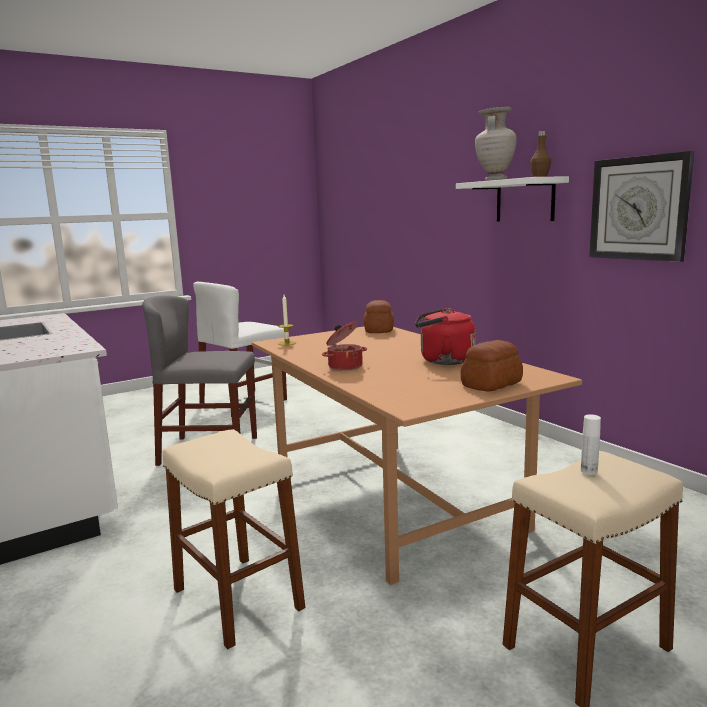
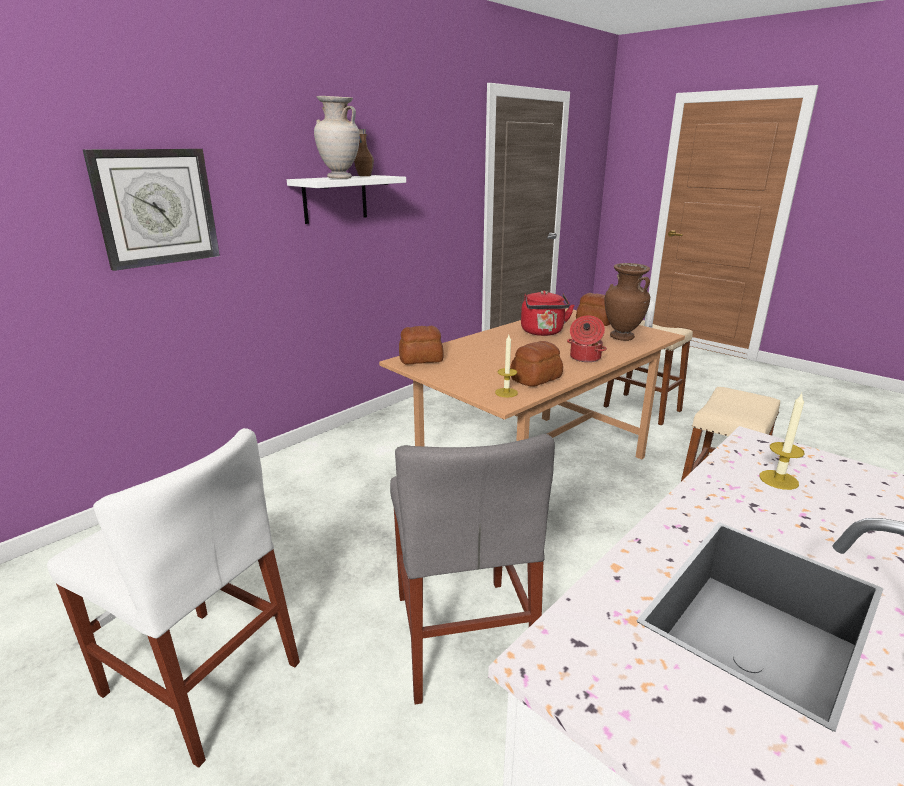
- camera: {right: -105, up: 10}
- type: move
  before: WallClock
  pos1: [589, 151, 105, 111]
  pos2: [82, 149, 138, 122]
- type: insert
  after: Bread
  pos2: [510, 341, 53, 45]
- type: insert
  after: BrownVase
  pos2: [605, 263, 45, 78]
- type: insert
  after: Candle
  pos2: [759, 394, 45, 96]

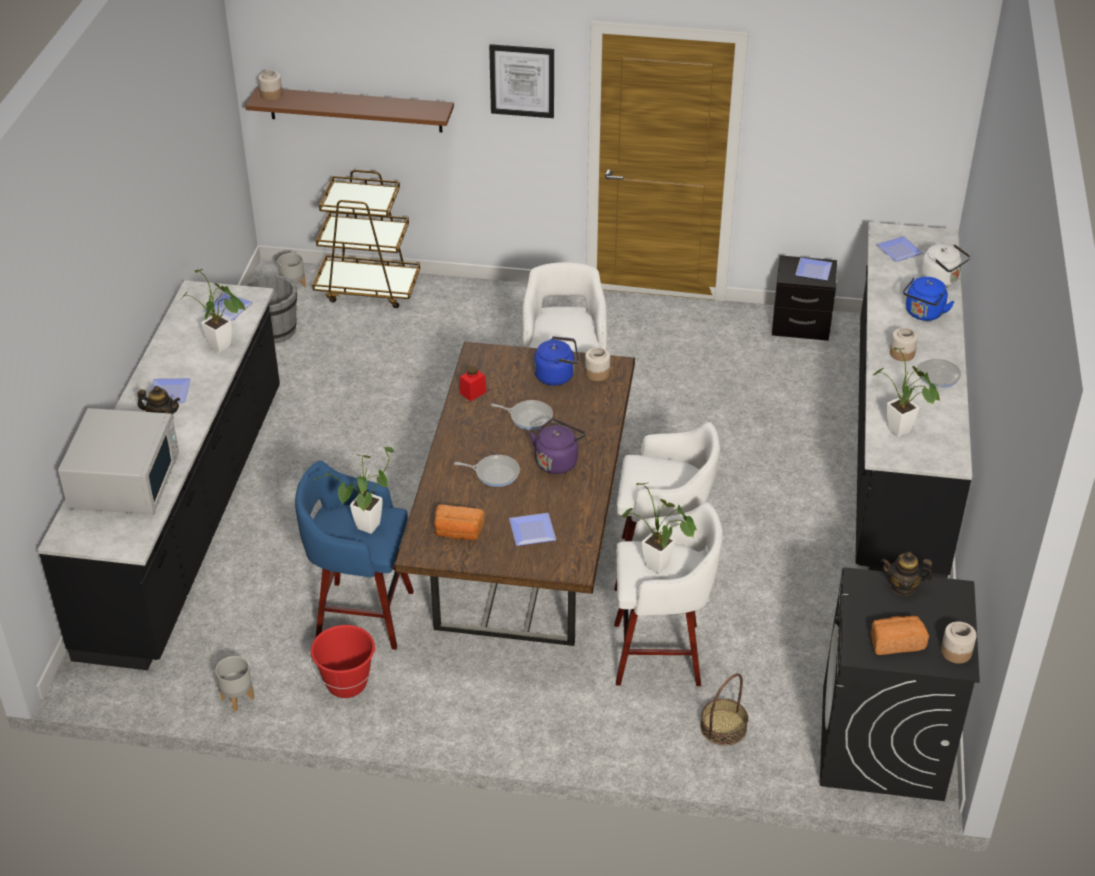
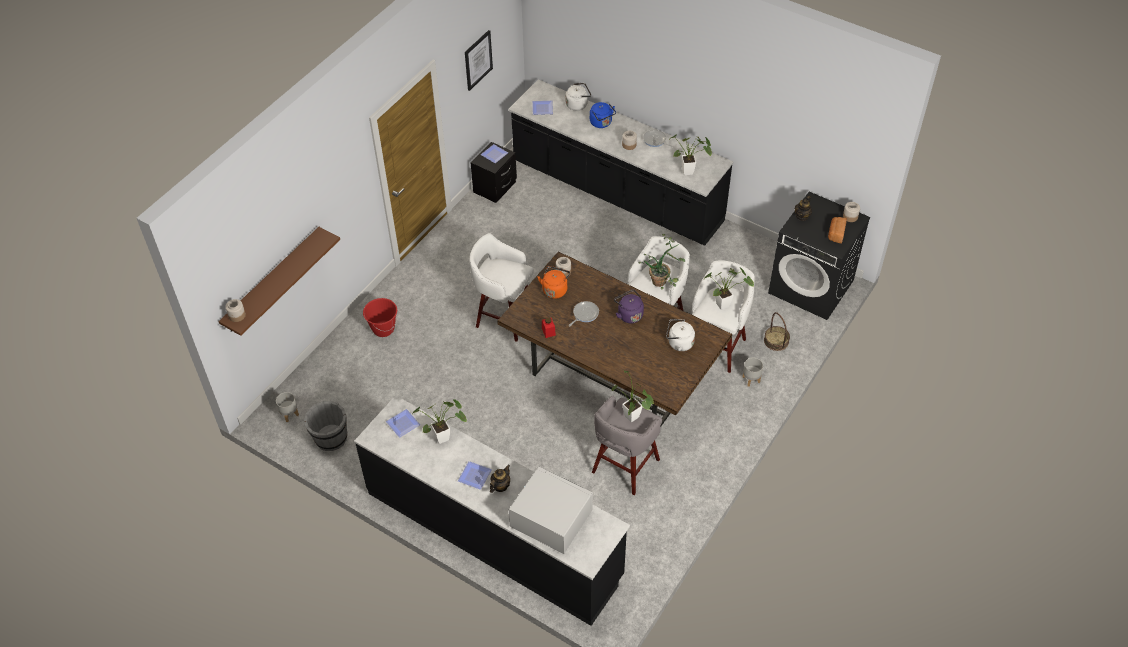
- camera: {right: -65, up: 10}
- type: move
  before: GreyPlanter
  pos1: [215, 656, 39, 55]
  pos2: [742, 358, 21, 29]
- type: recolor
  before: BlueStool
  after: GreyStool
  pos1: [295, 461, 119, 189]
  pos2: [592, 396, 70, 99]
- type: move
  before: RedBucket
  pos1: [309, 625, 68, 73]
  pos2: [363, 298, 34, 39]
- type: delete
  before: BrownCart
  pos1: [312, 170, 108, 138]
- type: delete
  before: Bread
  pos1: [434, 505, 51, 35]
- type: delete
  before: FryingPan
  pos1: [454, 455, 66, 32]
- type: move
  before: Picture
  pos1: [489, 44, 65, 74]
  pos2: [465, 30, 28, 61]
- type: replace
  before: Plate
  after: WhiteKettle
  pos1: [509, 513, 47, 33]
  pos2: [666, 319, 29, 32]
- type: recolor
  before: BlueKettle
  after: OrangeKettle
  pos1: [534, 336, 44, 50]
  pos2: [538, 266, 32, 33]
- type: insert
  after: PottedPlant
  pos2: [639, 234, 46, 56]

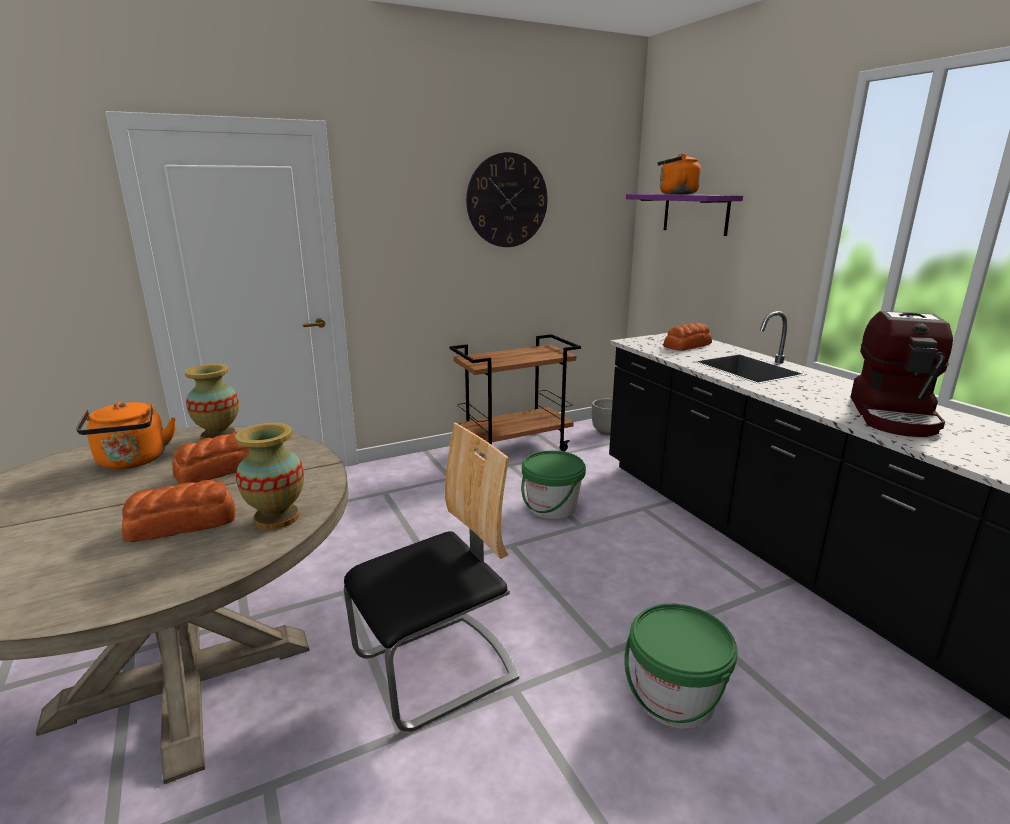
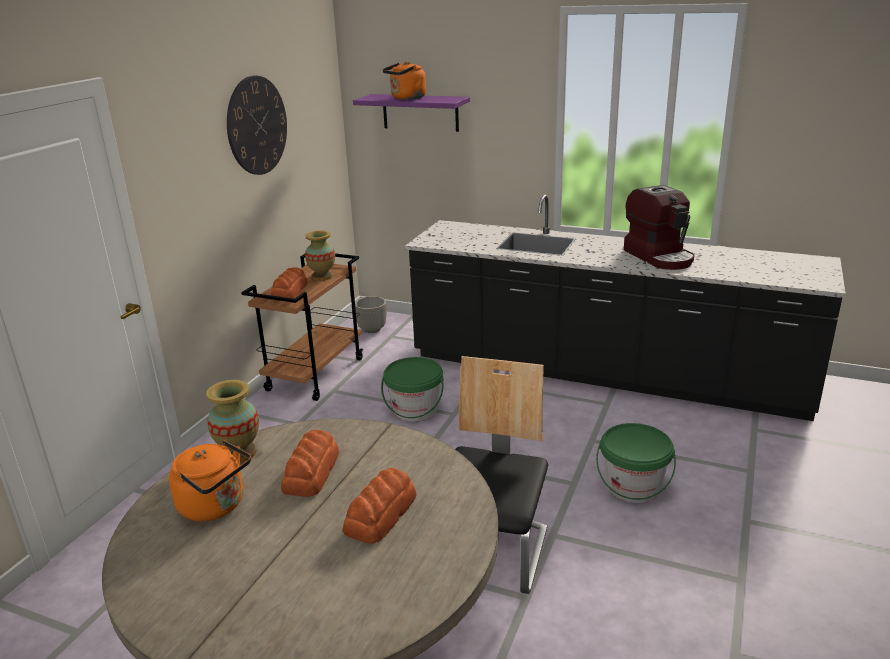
- camera: {right: -40, up: 5}
- type: move
  before: Vase
  pos1: [235, 423, 69, 107]
  pos2: [305, 231, 30, 50]
- type: move
  before: Bread
  pos1: [663, 323, 49, 28]
  pos2: [271, 267, 37, 32]

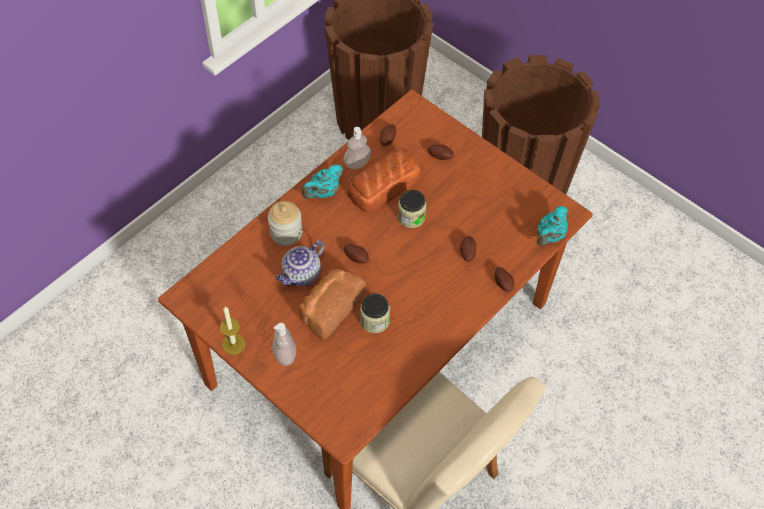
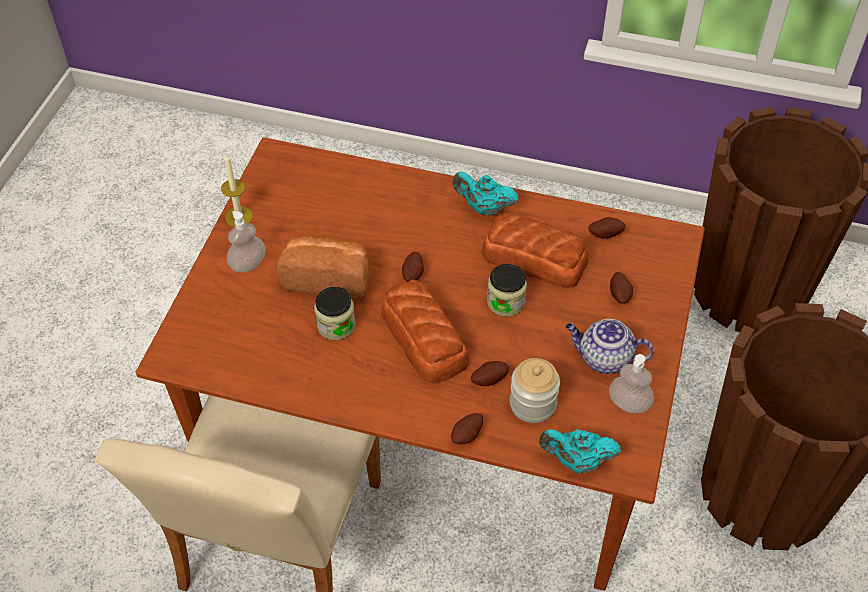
- camera: {right: 65, up: -5}
- type: move
  before: Jar
  pos1: [268, 201, 34, 45]
  pos2: [510, 358, 50, 65]
- type: move
  before: Teapot
  pos1: [276, 240, 49, 46]
  pos2: [565, 319, 89, 55]
- type: move
  before: SoapDispenser
  pos1: [343, 127, 28, 42]
  pos2: [609, 354, 45, 59]
- type: insert
  after: Bread
  pos2: [381, 279, 88, 104]

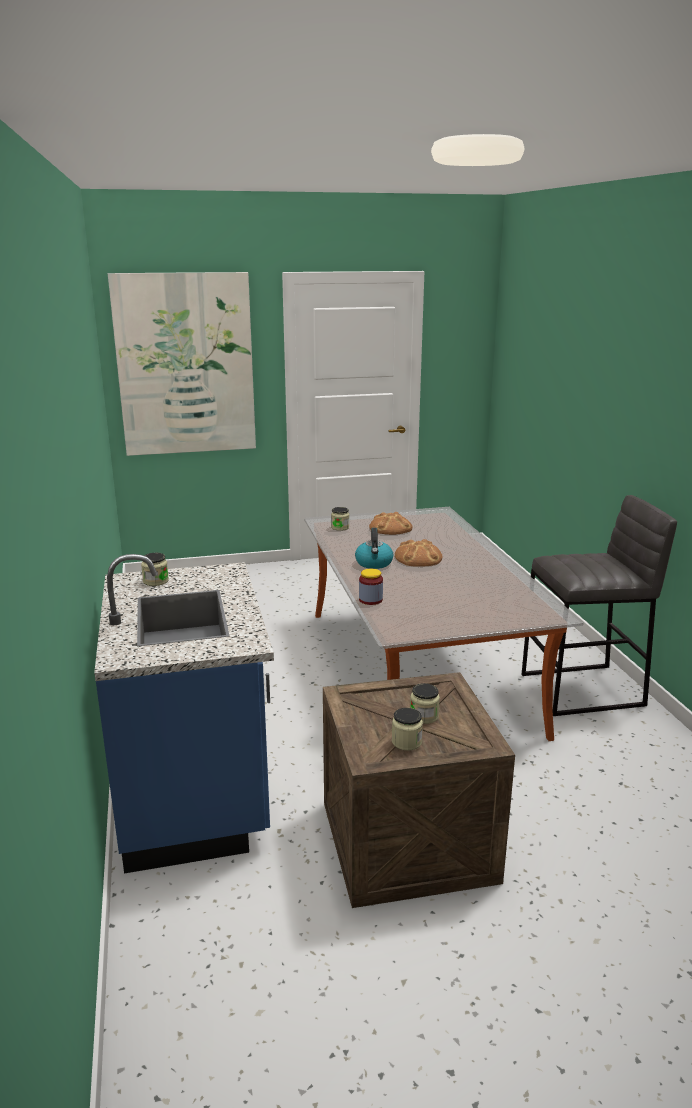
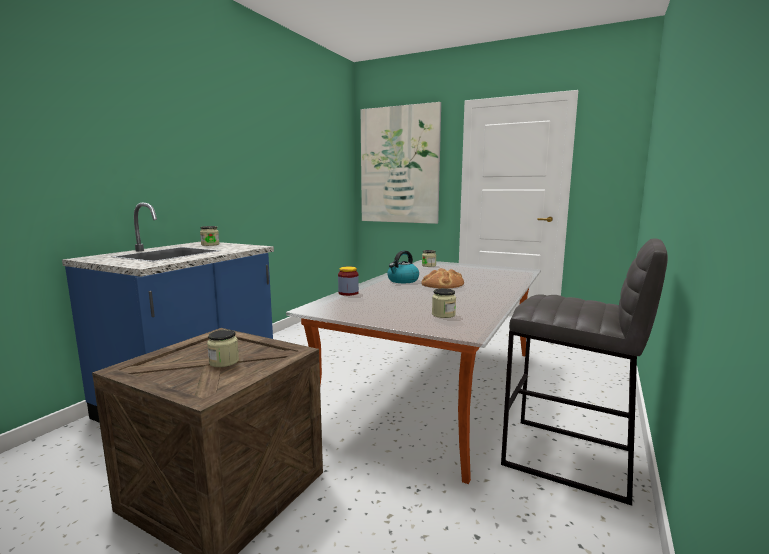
- camera: {right: 40, up: -10}
- type: delete
  before: Bread
  pos1: [369, 512, 44, 23]
- type: move
  before: Jar
  pos1: [392, 708, 31, 43]
  pos2: [432, 288, 24, 30]

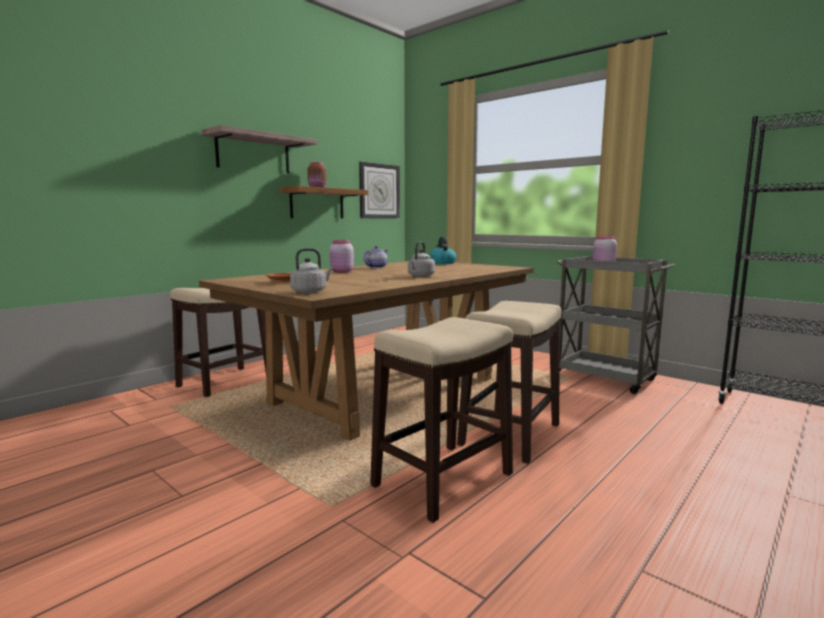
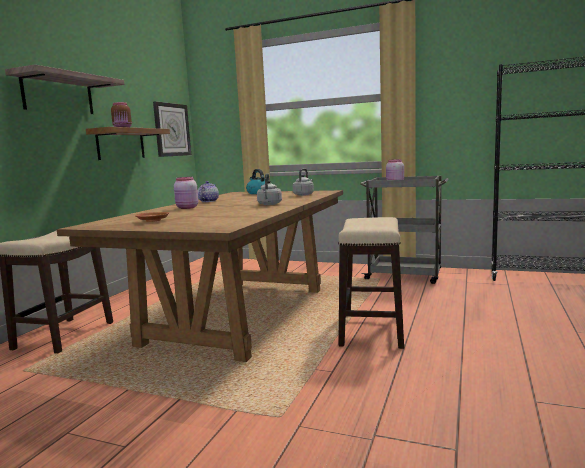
- camera: {right: -20, up: 0}
- type: move
  before: GreyKettle
  pos1: [290, 248, 44, 45]
  pos2: [292, 168, 22, 28]
- type: delete
  before: Stool
  pos1: [370, 317, 143, 206]

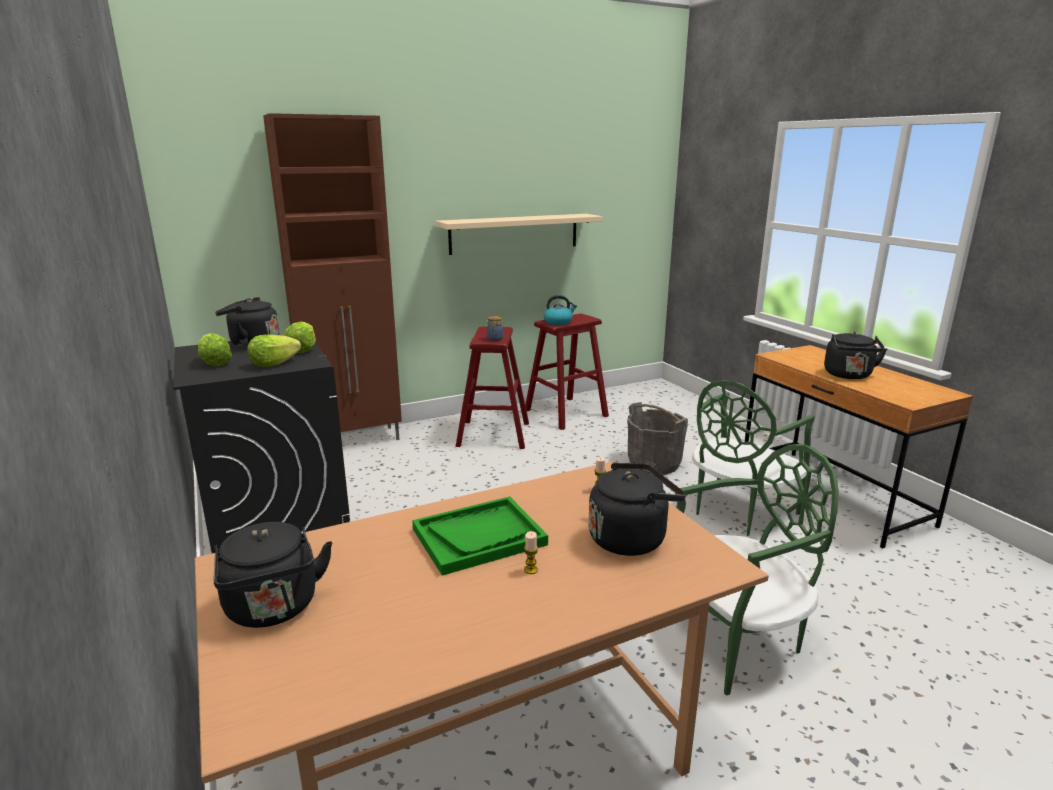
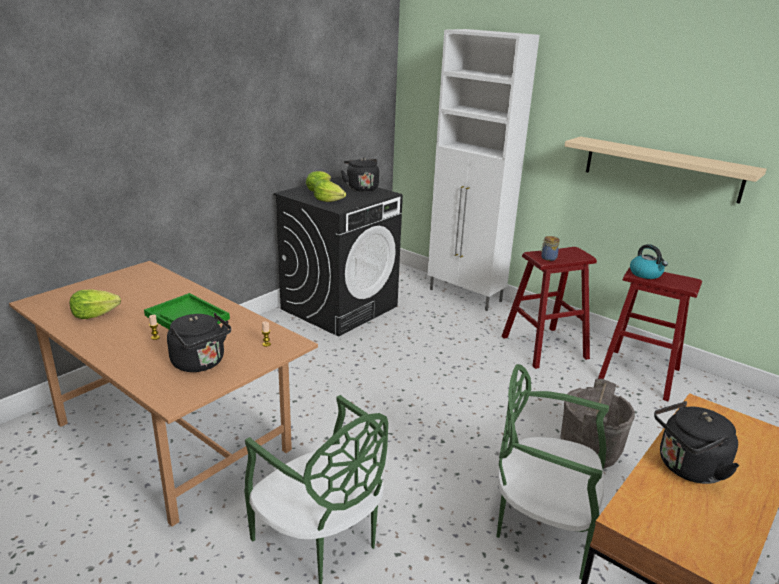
- camera: {right: 65, up: 5}
- type: delete
  before: BlackKettle
  pos1: [214, 522, 118, 106]
- type: recolor
  before: BrownCabinet
  after: WhiteCabinet
  pos1: [263, 113, 139, 327]
  pos2: [428, 29, 112, 282]
- type: move
  before: Lettuce
  pos1: [283, 322, 33, 31]
  pos2: [70, 289, 51, 30]

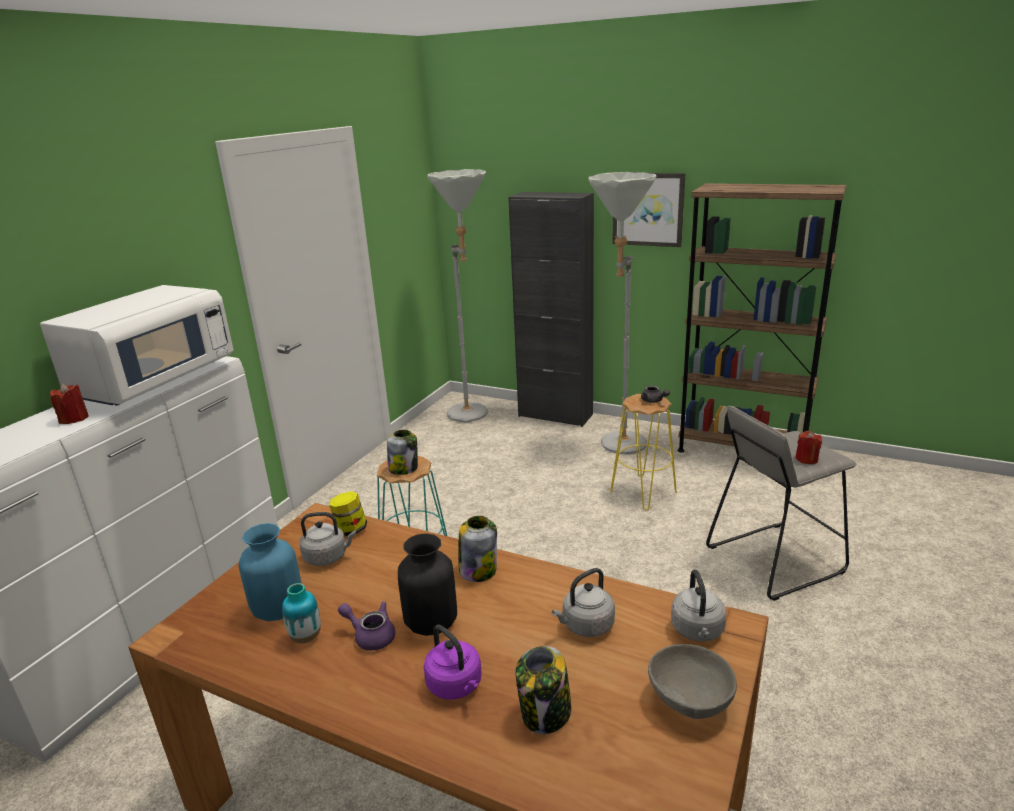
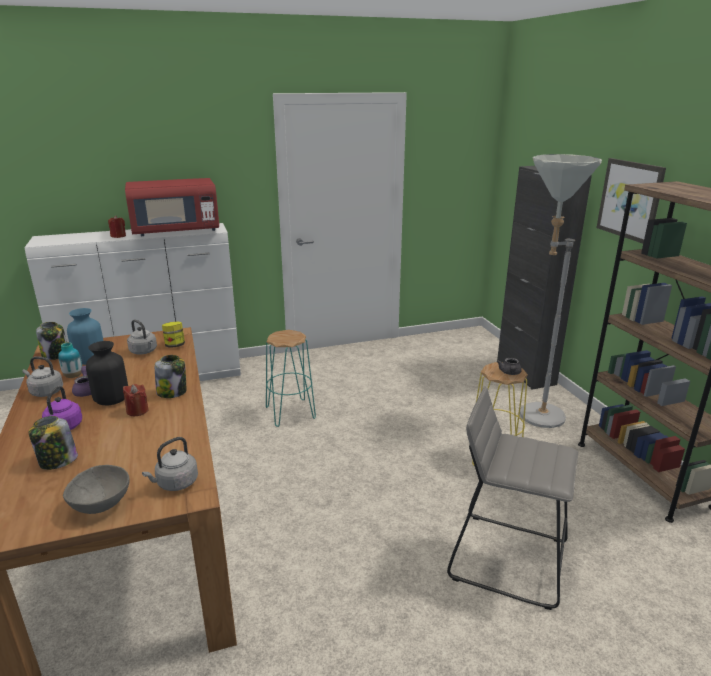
- camera: {right: 45, up: 0}
- type: recolor
  before: WhiteMicrowave
  after: RedMicrowave
  pos1: [40, 285, 193, 120]
  pos2: [125, 178, 94, 58]
- type: move
  before: Jar
  pos1: [387, 430, 31, 45]
  pos2: [36, 322, 31, 38]
- type: delete
  before: GreyFloorLamp
  pos1: [427, 169, 61, 253]
- type: move
  before: GreyKettle
  pos1: [552, 568, 63, 69]
  pos2: [22, 357, 41, 40]
- type: move
  before: RedCandle
  pos1: [795, 431, 27, 33]
  pos2: [123, 384, 26, 32]

